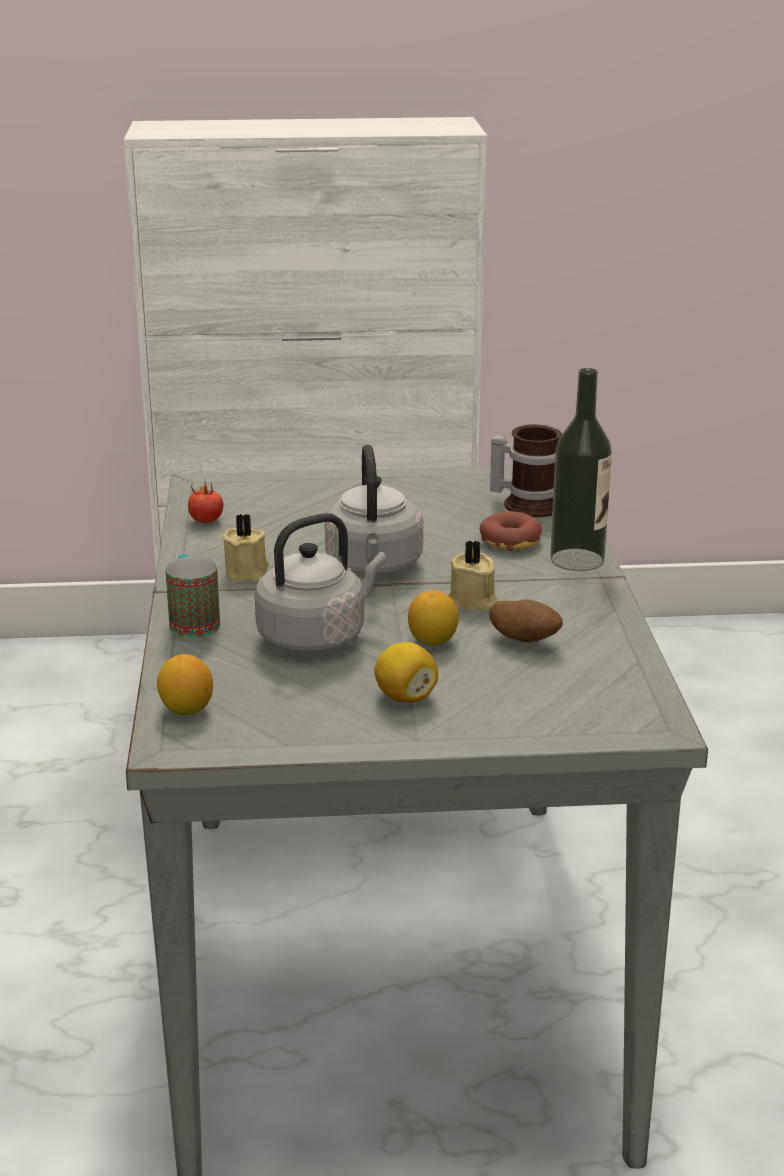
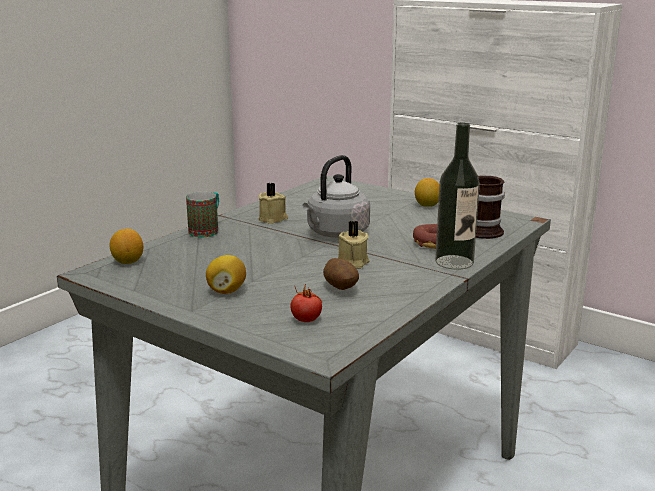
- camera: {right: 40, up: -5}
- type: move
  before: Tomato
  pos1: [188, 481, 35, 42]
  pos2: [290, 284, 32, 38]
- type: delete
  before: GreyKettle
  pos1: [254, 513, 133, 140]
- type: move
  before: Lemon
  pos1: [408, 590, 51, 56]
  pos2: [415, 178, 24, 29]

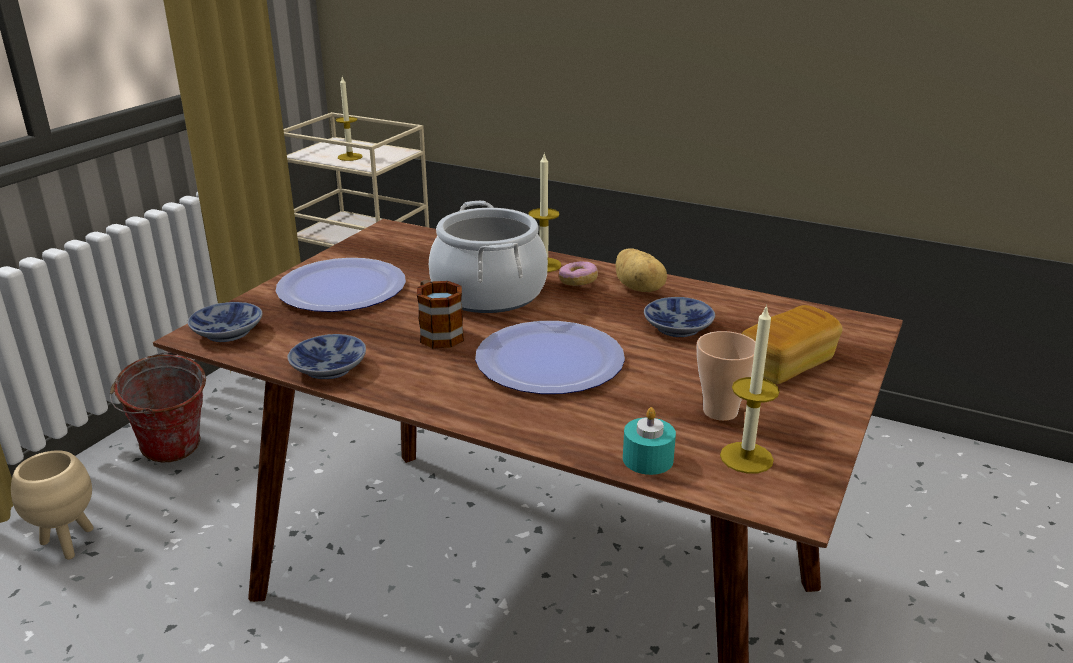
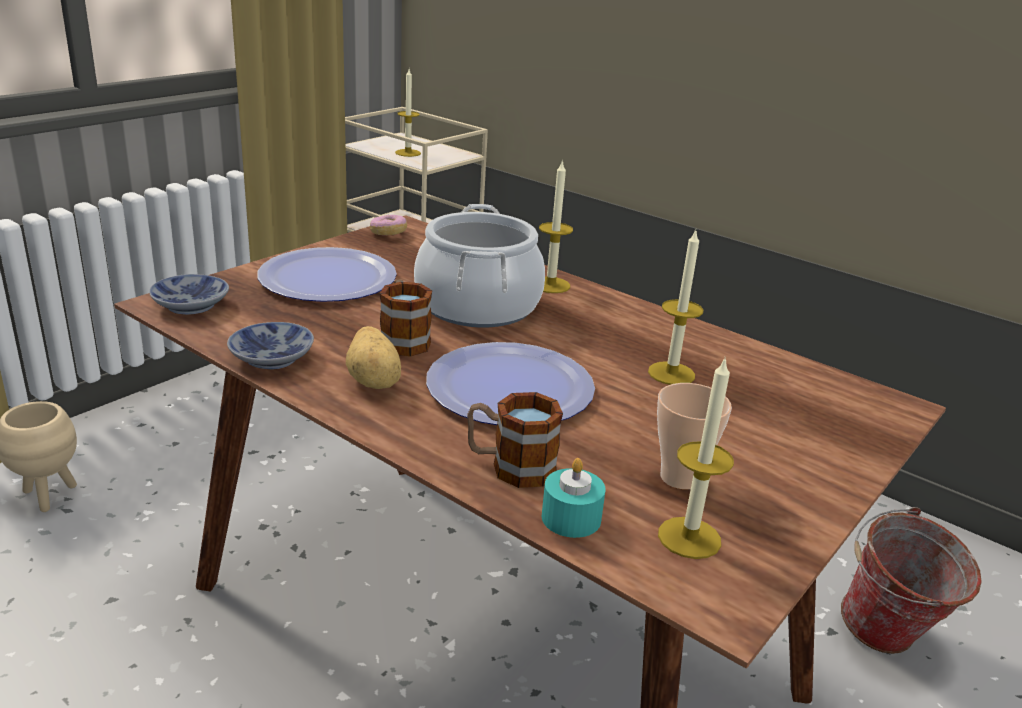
- camera: {right: 10, up: 0}
- type: move
  before: Bucket
  pos1: [110, 352, 96, 110]
  pos2: [841, 507, 141, 147]
- type: move
  before: Donut
  pos1: [559, 261, 39, 25]
  pos2: [370, 215, 37, 20]
- type: move
  before: Potato
  pos1: [615, 248, 52, 44]
  pos2: [346, 326, 55, 63]
- type: replace
  before: Bowl
  after: Candle
  pos1: [644, 297, 71, 40]
  pos2: [648, 230, 55, 155]
- type: delete
  before: Bread
  pos1: [742, 305, 101, 80]
- type: insert
  after: Mug
  pos2: [467, 392, 96, 96]

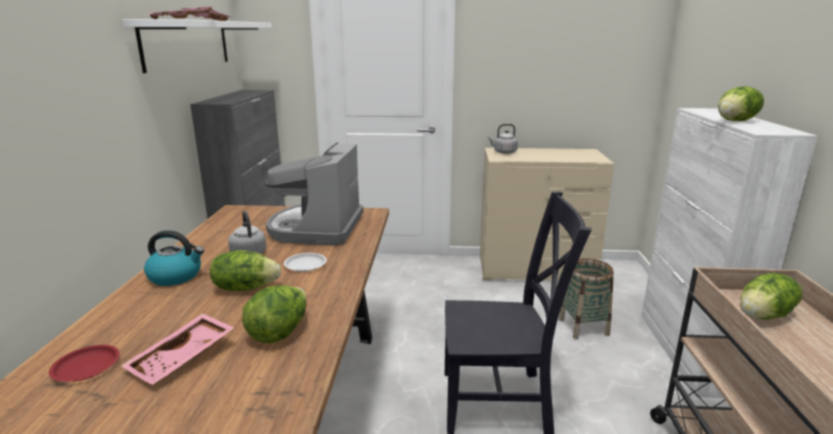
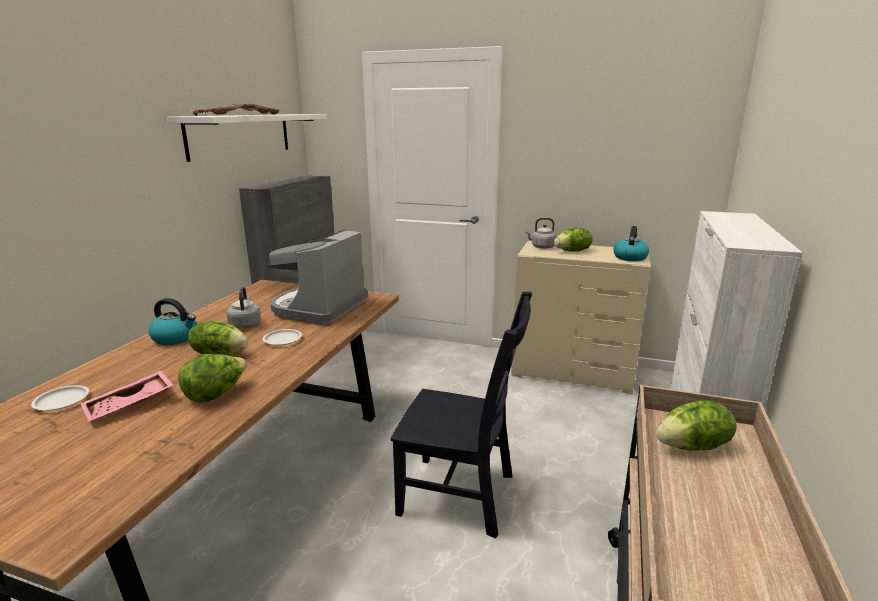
- camera: {right: 15, up: 0}
- type: recolor
  before: RedPlate
  after: WhitePlate
  pos1: [49, 345, 71, 37]
  pos2: [31, 385, 58, 26]
- type: delete
  before: Basket
  pos1: [559, 258, 55, 81]
- type: move
  before: Lettuce
  pos1: [718, 86, 46, 35]
  pos2: [554, 228, 39, 23]
- type: insert
  after: Kettle
  pos2: [614, 226, 35, 35]

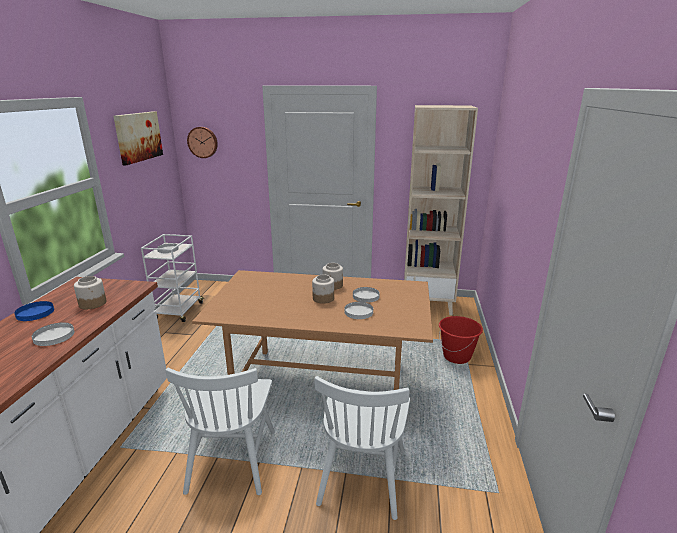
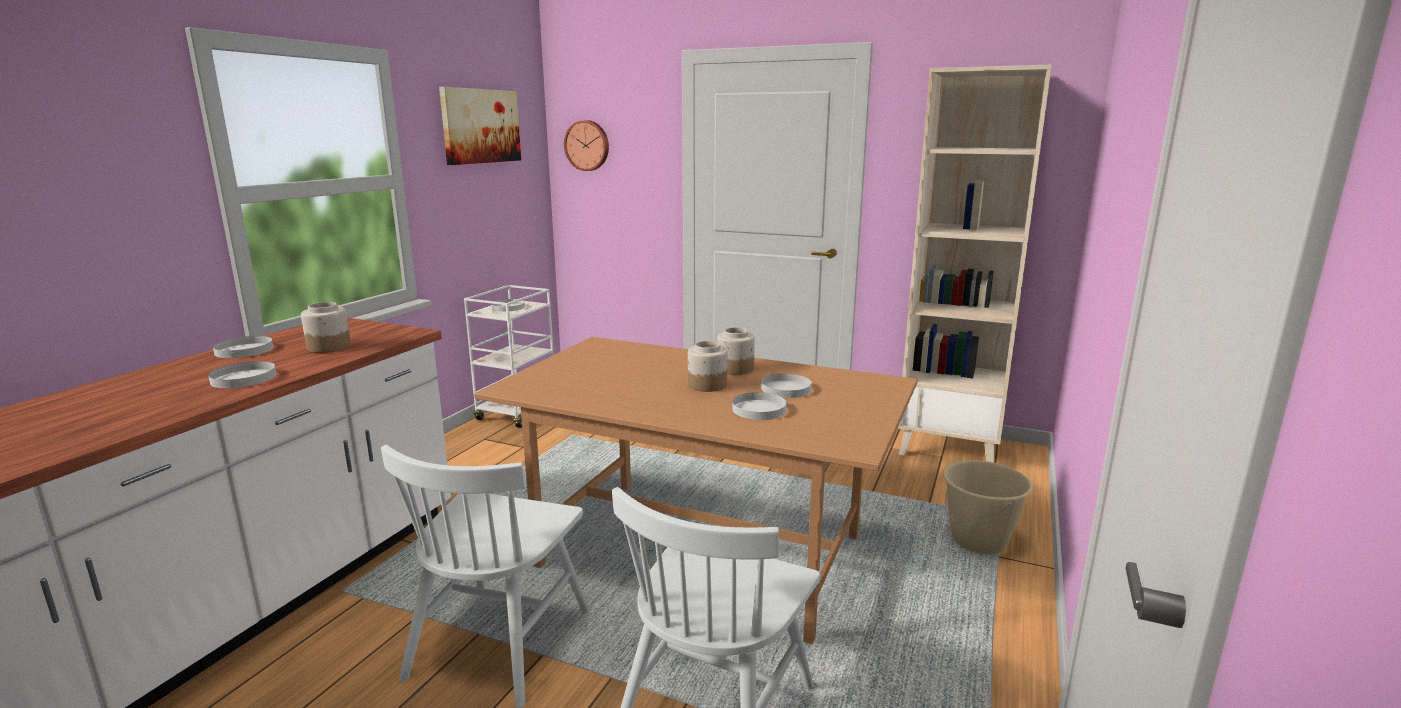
- camera: {right: 15, up: -5}
- type: recolor
  before: BluePlate
  after: WhitePlate
  pos1: [14, 301, 40, 20]
  pos2: [213, 336, 60, 22]
- type: recolor
  before: RedBucket
  after: BeigeBucket
  pos1: [439, 316, 44, 48]
  pos2: [943, 460, 90, 94]

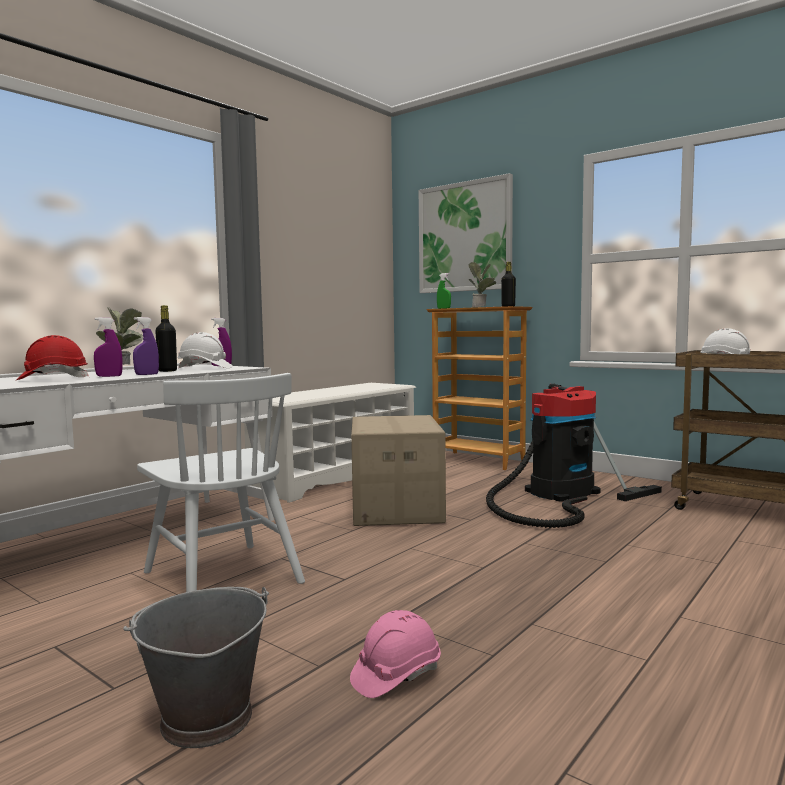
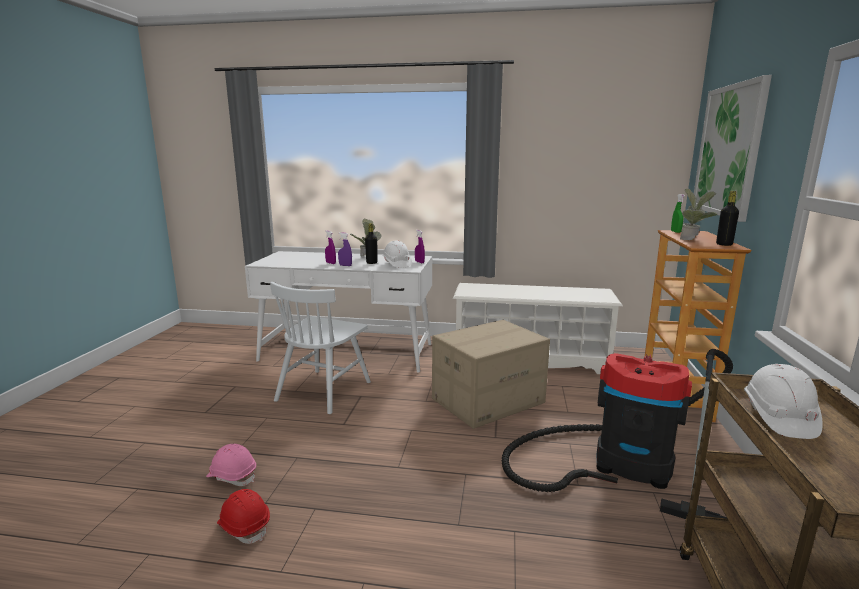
- camera: {right: 60, up: 10}
- type: move
  before: RedHardHat
  pos1: [15, 335, 75, 46]
  pos2: [217, 489, 53, 55]
- type: delete
  before: GreyBucket
  pos1: [123, 587, 146, 161]

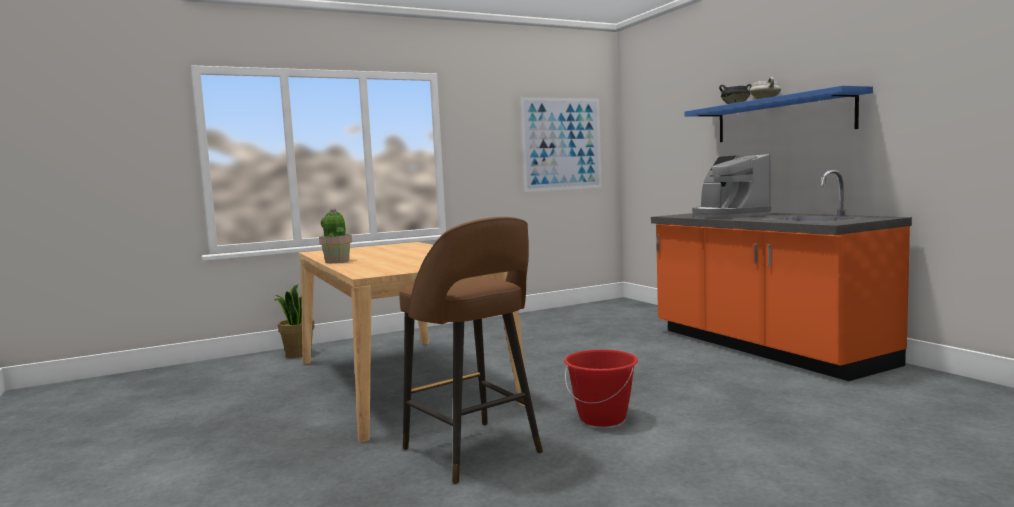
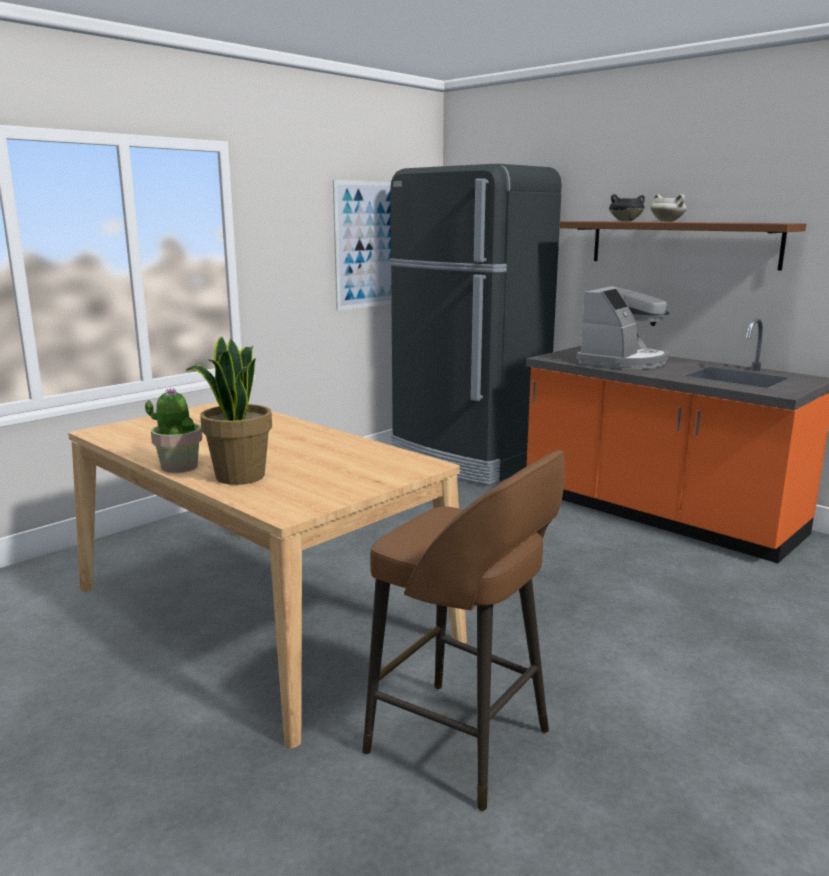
- camera: {right: -20, up: 10}
- type: move
  before: PottedPlant
  pos1: [275, 284, 39, 74]
  pos2: [186, 337, 86, 148]
- type: delete
  before: RedBucket
  pos1: [564, 349, 74, 78]
- type: recolor
  before: BlueShelf
  after: BrownShelf
  pos1: [685, 85, 188, 57]
  pos2: [560, 221, 246, 49]
- type: rotate
  before: CoffeeMachine
  pos1: [692, 154, 79, 64]
  pos2: [576, 286, 93, 83]
  turn: -105
- type: insert
  after: BlackFridge
  pos2: [390, 164, 171, 322]

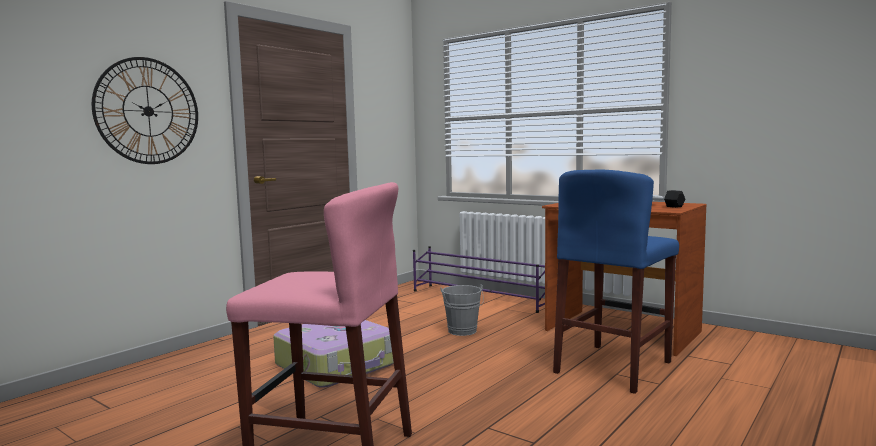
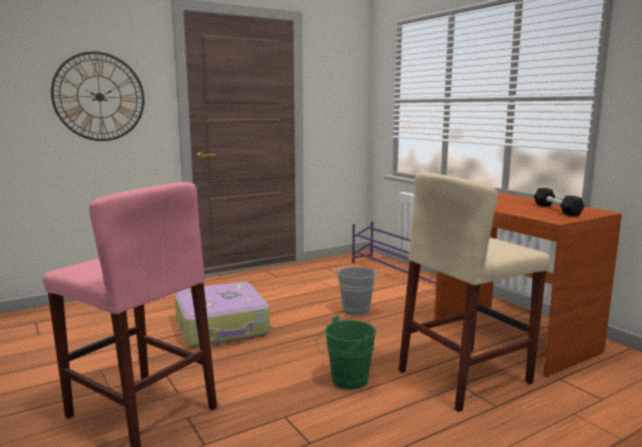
- camera: {right: 20, up: 5}
- type: recolor
  before: BlueStool
  after: BeigeStool
  pos1: [553, 169, 126, 225]
  pos2: [399, 172, 151, 240]
- type: insert
  after: GreenBucket
  pos2: [316, 316, 60, 74]

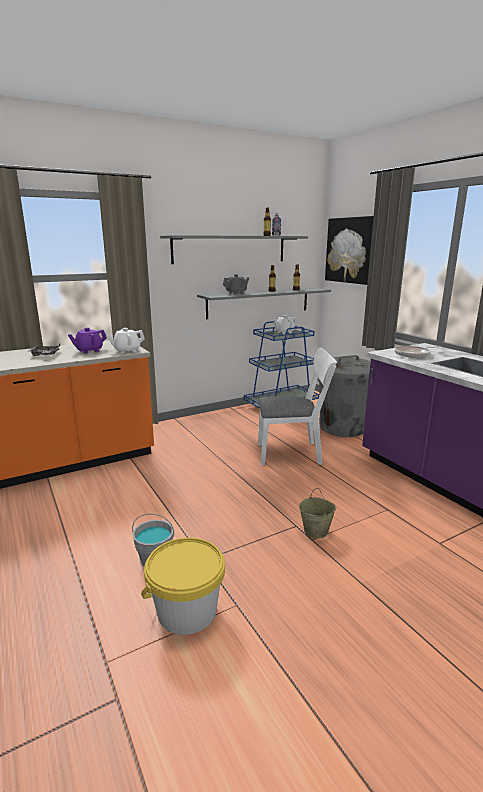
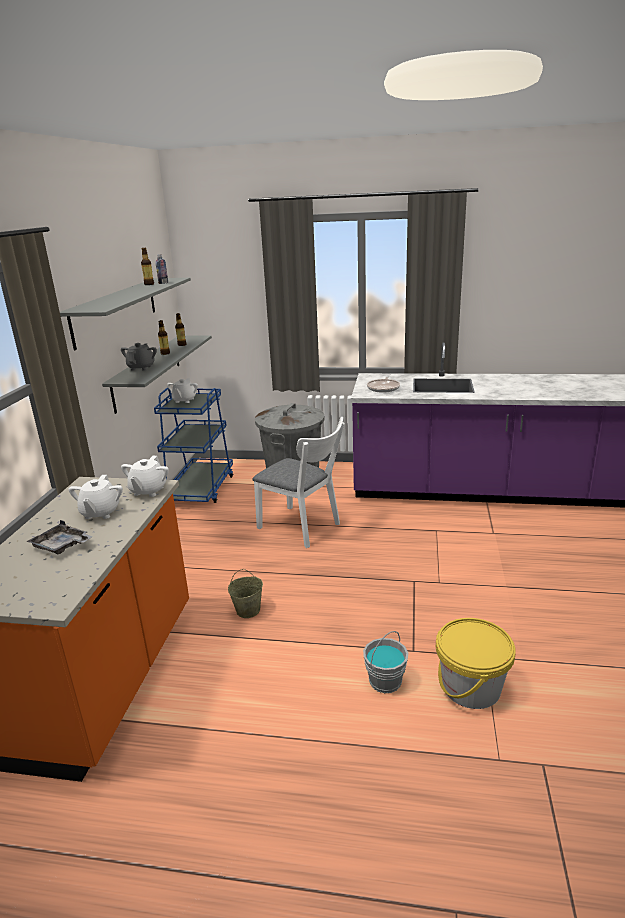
- camera: {right: -50, up: 5}
- type: recolor
  before: PurpleTeapot
  after: WhiteTeapot
  pos1: [68, 328, 39, 26]
  pos2: [68, 475, 55, 44]
- type: rotate
  before: WhiteChair
  pos1: [258, 348, 79, 117]
  pos2: [252, 417, 93, 131]
  turn: 90
- type: move
  before: BeigeBucket
  pos1: [299, 488, 37, 51]
  pos2: [228, 569, 35, 49]
- type: delete
  before: Picture
  pos1: [325, 216, 49, 69]

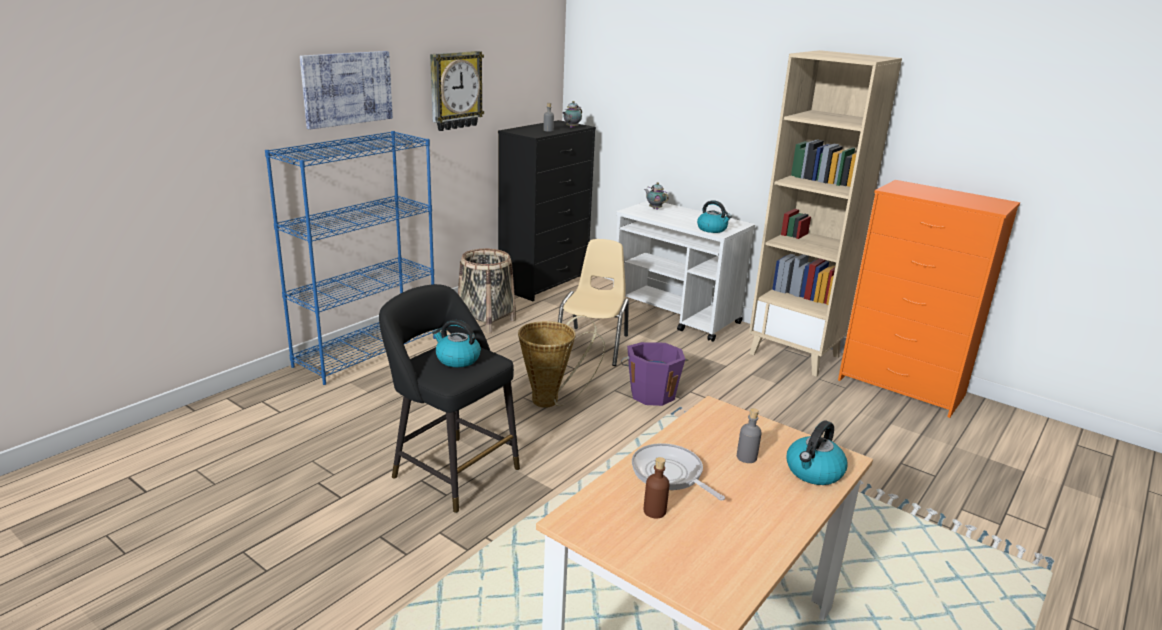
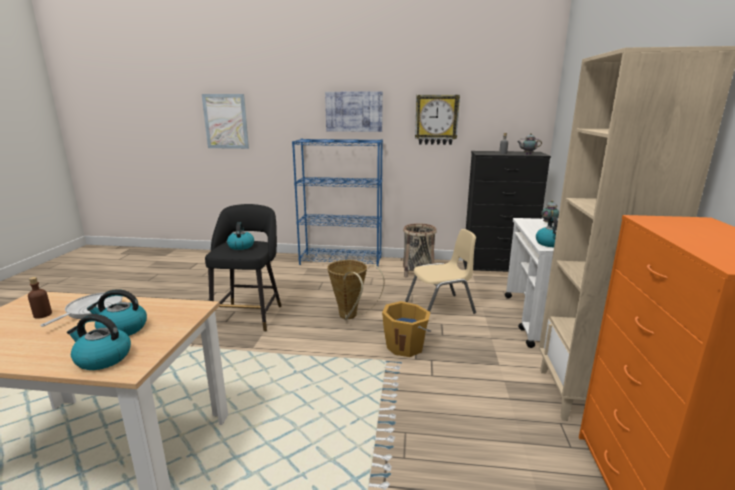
- camera: {right: 60, up: -5}
- type: recolor
  before: PurpleBucket
  after: OrangeBucket
  pos1: [621, 342, 68, 64]
  pos2: [382, 301, 49, 56]
- type: replace
  before: GreyBottle
  after: Kettle
  pos1: [737, 408, 25, 55]
  pos2: [87, 289, 60, 47]
- type: insert
  after: Picture
  pos2: [202, 94, 47, 55]

